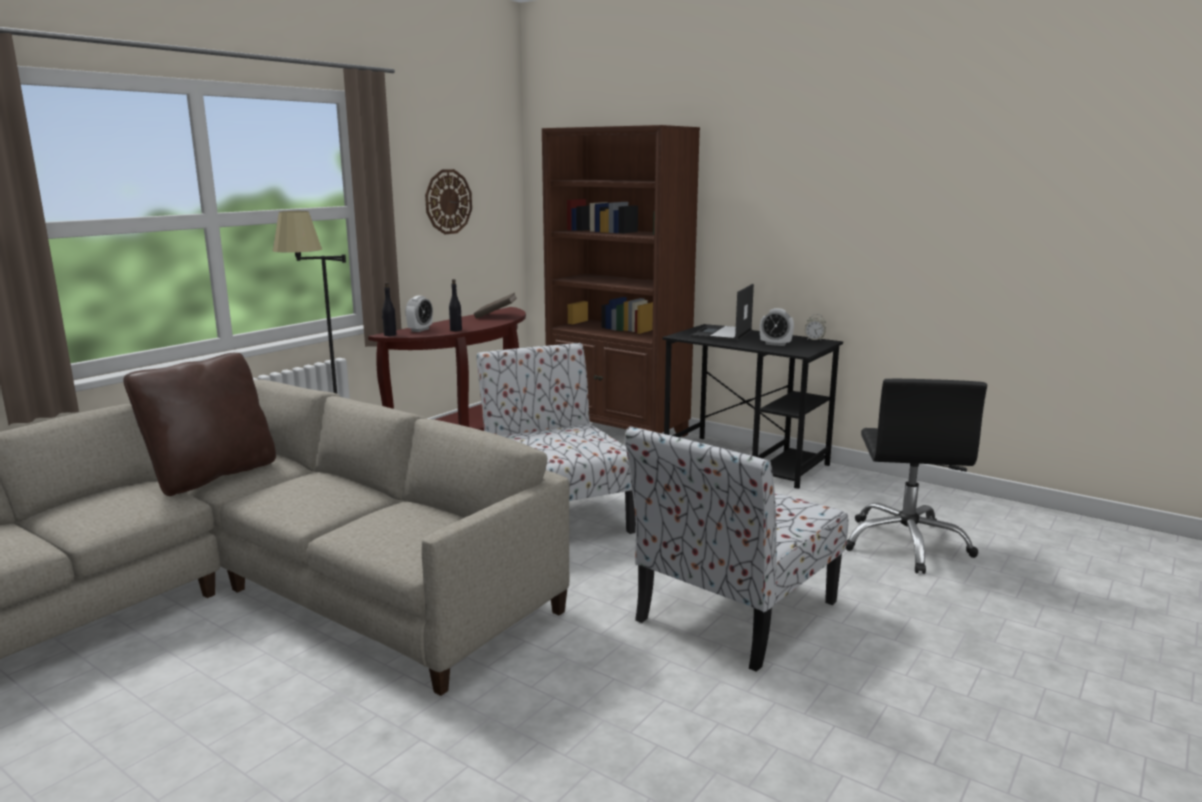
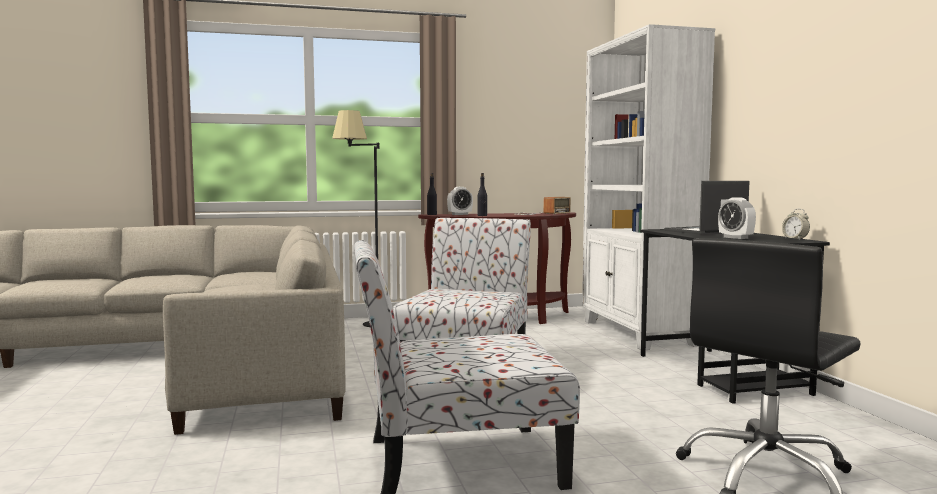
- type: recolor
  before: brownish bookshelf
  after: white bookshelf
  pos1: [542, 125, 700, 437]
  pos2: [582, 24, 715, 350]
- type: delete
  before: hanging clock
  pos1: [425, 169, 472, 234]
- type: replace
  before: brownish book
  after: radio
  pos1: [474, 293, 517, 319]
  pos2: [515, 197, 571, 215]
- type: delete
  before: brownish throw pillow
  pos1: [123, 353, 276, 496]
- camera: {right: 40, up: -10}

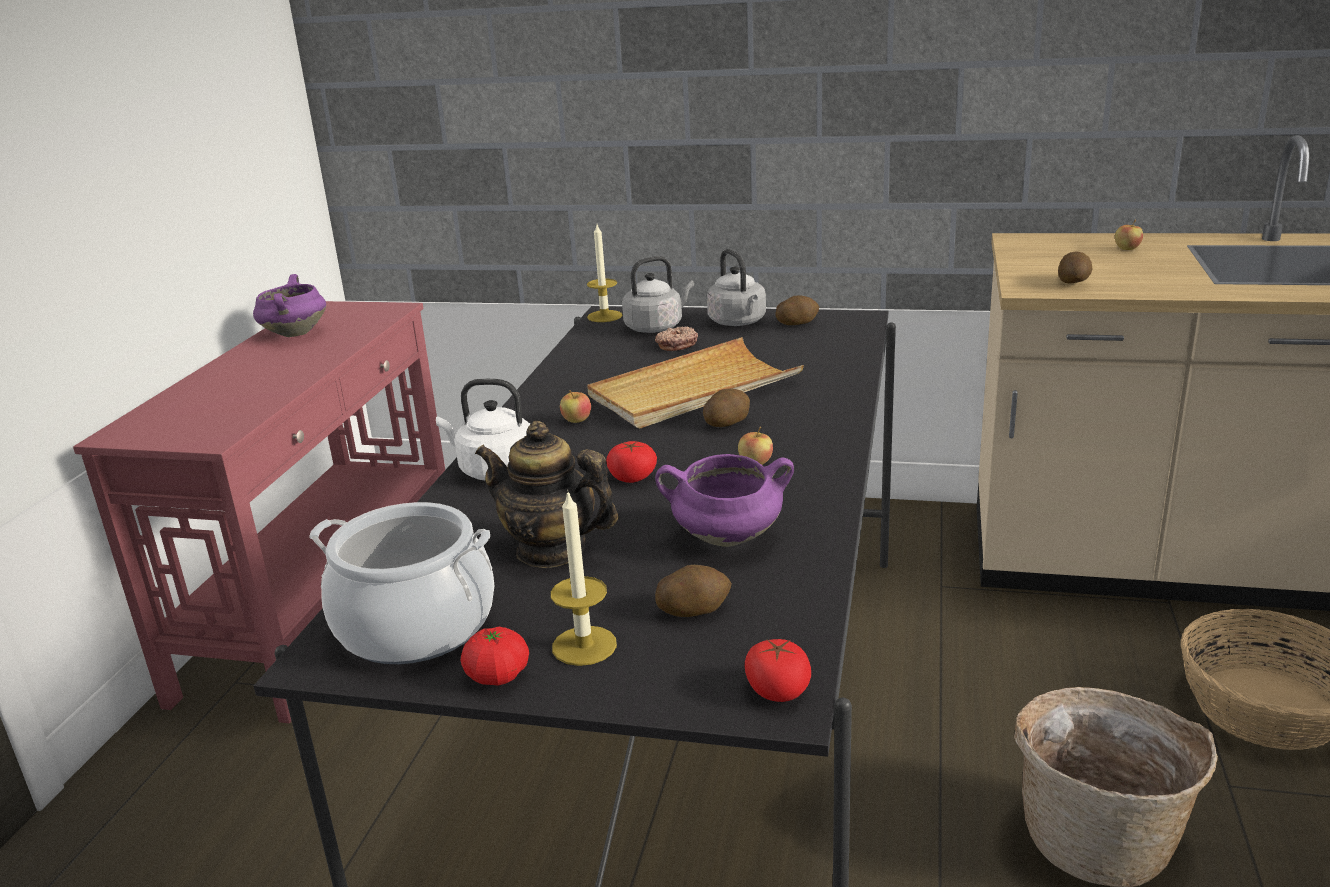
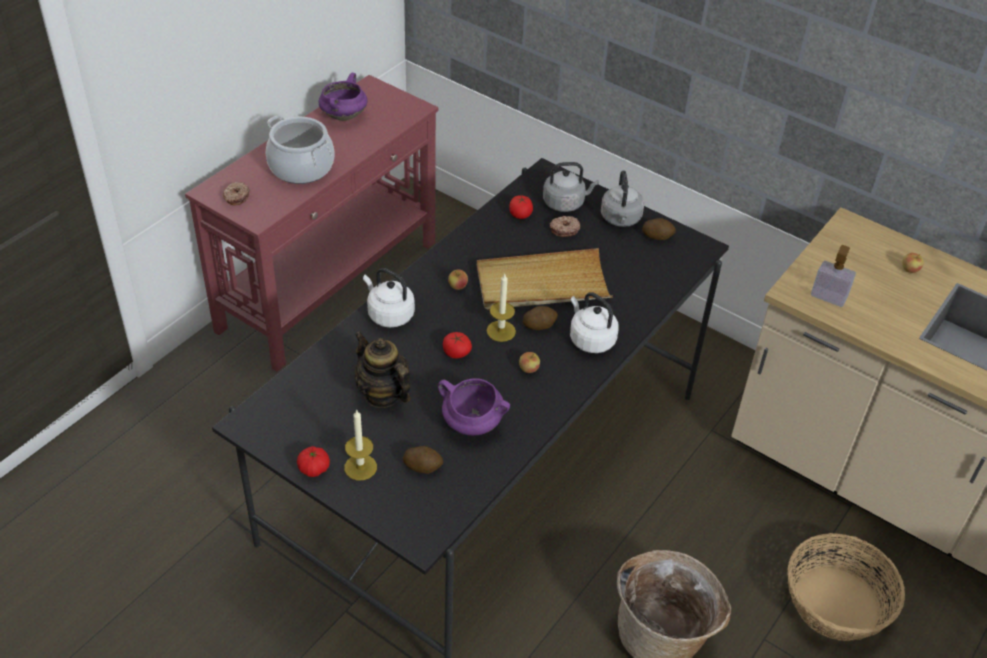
- type: move
  before: wax candle
  pos1: [587, 224, 622, 322]
  pos2: [487, 273, 516, 342]
- type: replace
  before: spud
  after: liquid soap bottle
  pos1: [1058, 251, 1092, 284]
  pos2: [811, 245, 856, 307]
- type: move
  before: saucepot
  pos1: [309, 502, 494, 664]
  pos2: [266, 116, 335, 184]
- type: move
  before: fresh tomato
  pos1: [745, 639, 811, 702]
  pos2: [509, 195, 533, 219]
- type: insert
  after: ring doughnut
  pos2: [223, 182, 250, 205]
- type: insert
  after: white tea kettle
  pos2: [570, 292, 619, 353]
- camera: {right: 20, up: 20}

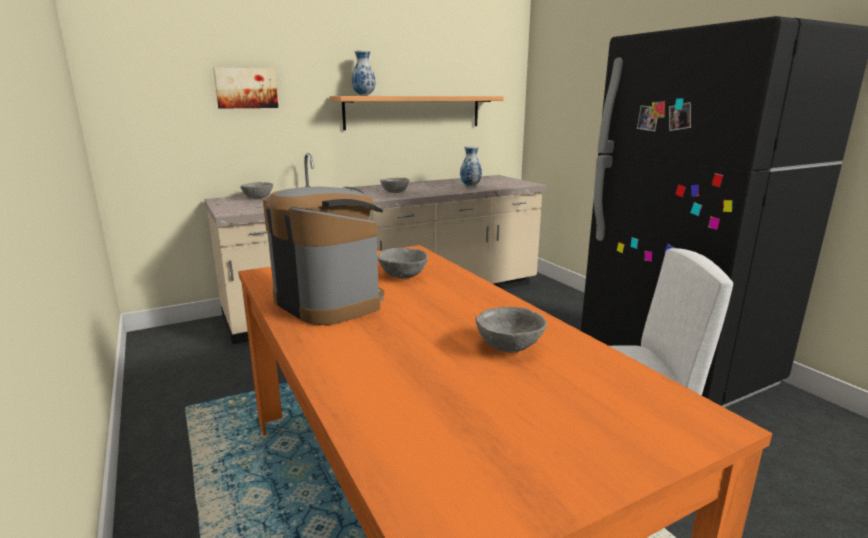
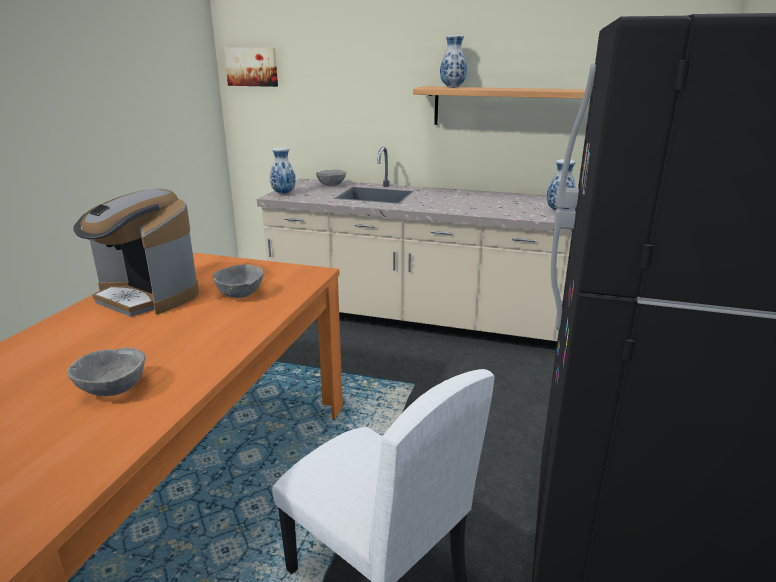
- type: move
  before: wall art
  pos1: [213, 67, 278, 109]
  pos2: [224, 48, 278, 87]
- type: delete
  before: greyish serving bowl
  pos1: [380, 178, 410, 193]
- type: rotate
  before: coffee maker
  pos1: [263, 186, 384, 325]
  pos2: [74, 189, 199, 317]
  turn: 120
- type: insert
  after: vase
  pos2: [270, 147, 296, 195]
- camera: {right: 45, up: 5}

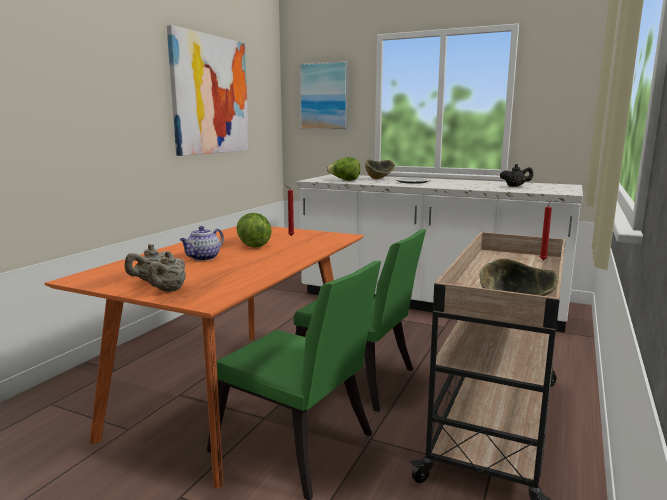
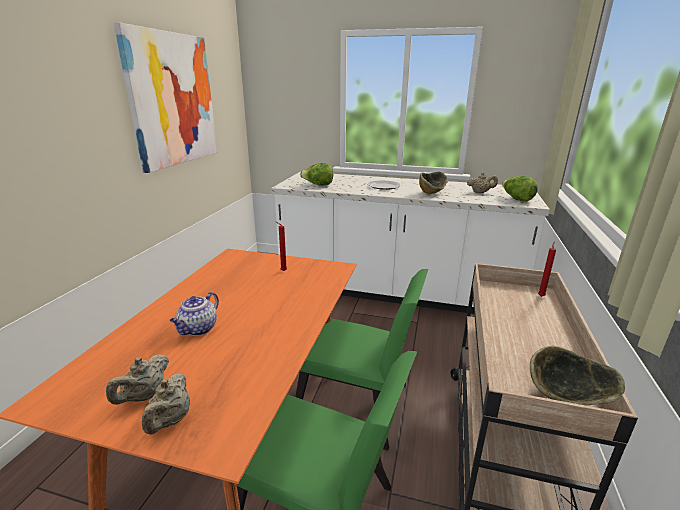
- type: delete
  before: wall art
  pos1: [299, 61, 349, 130]
- type: move
  before: serving bowl
  pos1: [365, 159, 395, 179]
  pos2: [419, 171, 448, 194]
- type: recolor
  before: black pot for tea
  after: beige-coloured pot for tea
  pos1: [500, 164, 534, 187]
  pos2: [467, 172, 498, 193]
- type: move
  before: lettuce head
  pos1: [236, 213, 272, 248]
  pos2: [502, 175, 538, 202]
- camera: {right: -10, up: 10}

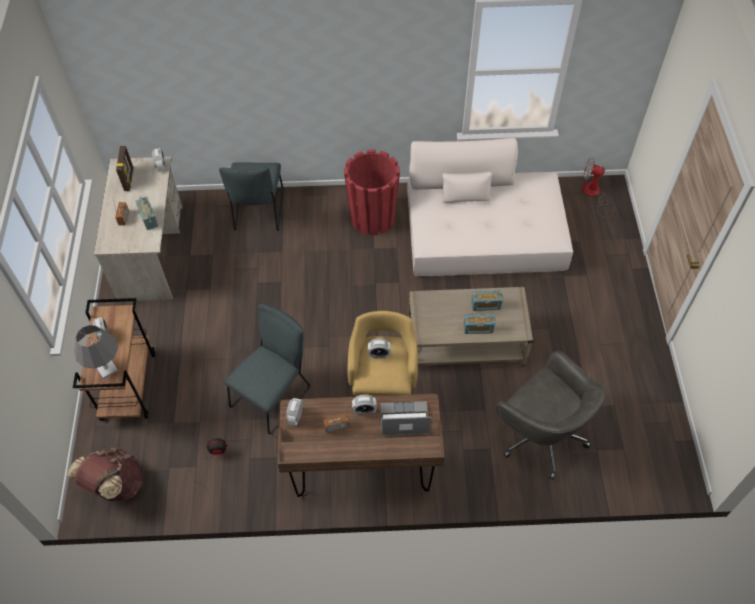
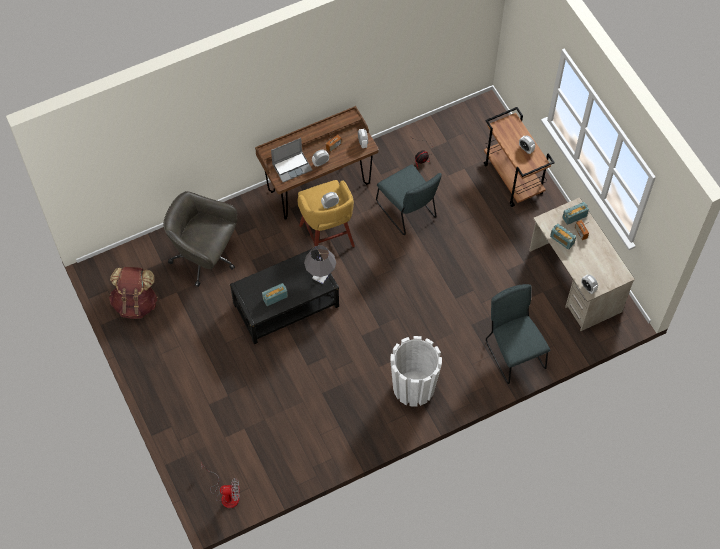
- type: delete
  before: beige-coloured sofa
  pos1: [407, 138, 573, 276]
- type: delete
  before: standing frame
  pos1: [116, 146, 133, 191]
- type: recolor
  before: reddish planter
  after: white planter
  pos1: [344, 149, 400, 235]
  pos2: [390, 336, 442, 407]
- type: recolor
  before: beige-coloured low table
  after: black low table
  pos1: [408, 287, 534, 367]
  pos2: [230, 249, 339, 344]
- type: rotate
  before: greyish upright chair
  pos1: [224, 304, 310, 434]
  pos2: [376, 164, 442, 235]
  turn: -45
- type: move
  before: radio
  pos1: [464, 314, 495, 334]
  pos2: [562, 202, 589, 225]
- type: move
  before: greyish table lamp
  pos1: [74, 325, 118, 379]
  pos2: [304, 245, 336, 284]
- type: move
  before: brownish rucksack
  pos1: [67, 447, 143, 501]
  pos2: [109, 267, 158, 319]
- camera: {right: 155, up: 5}

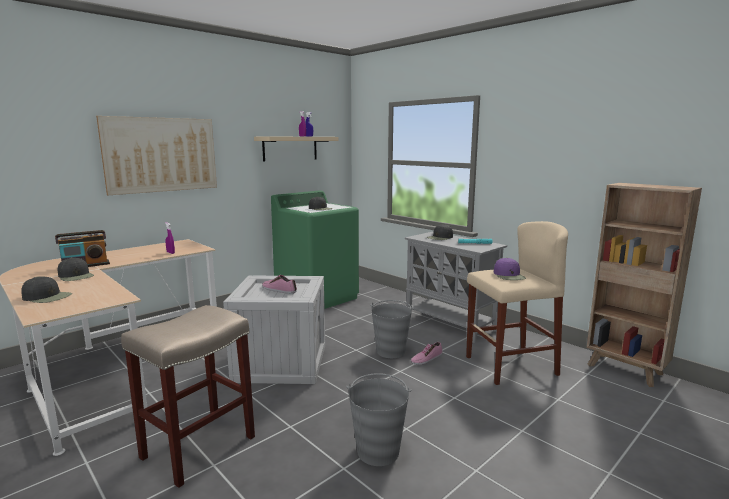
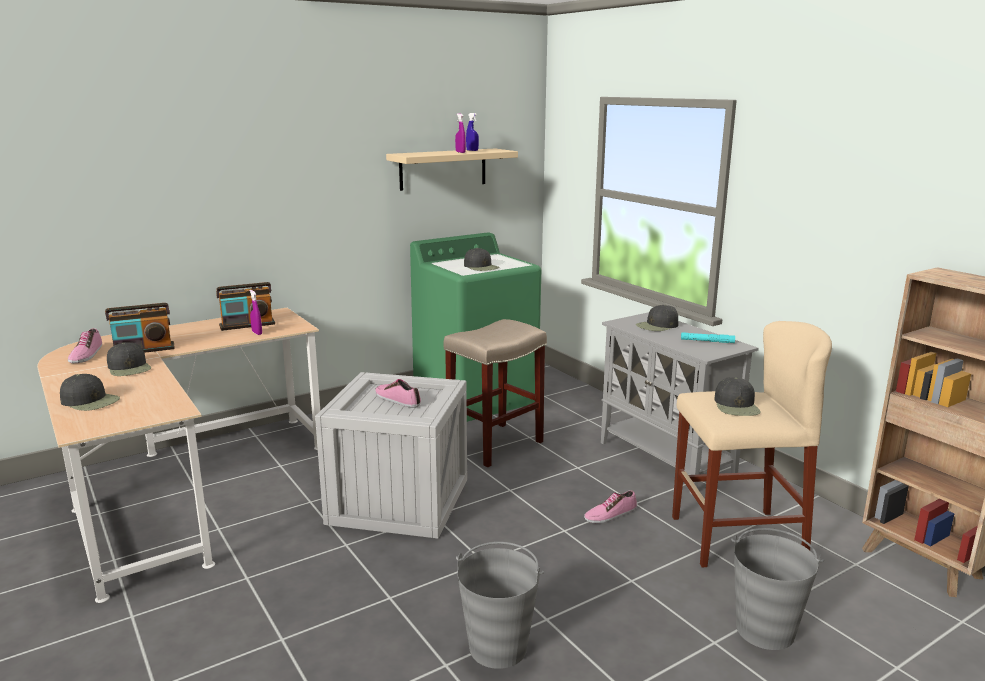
- type: delete
  before: wall art
  pos1: [96, 116, 217, 195]
- type: recolor
  before: purplish peaked cap
  after: black peaked cap
  pos1: [494, 258, 526, 280]
  pos2: [714, 377, 761, 416]
- type: move
  before: greyish pail
  pos1: [371, 300, 414, 358]
  pos2: [731, 528, 824, 650]
- type: move
  before: beige-coloured sitting stool
  pos1: [121, 305, 255, 488]
  pos2: [444, 319, 547, 467]
- type: insert
  after: radio
  pos2: [216, 282, 275, 331]
- type: insert
  after: shoe
  pos2: [68, 328, 102, 363]
- camera: {right: 10, up: 5}

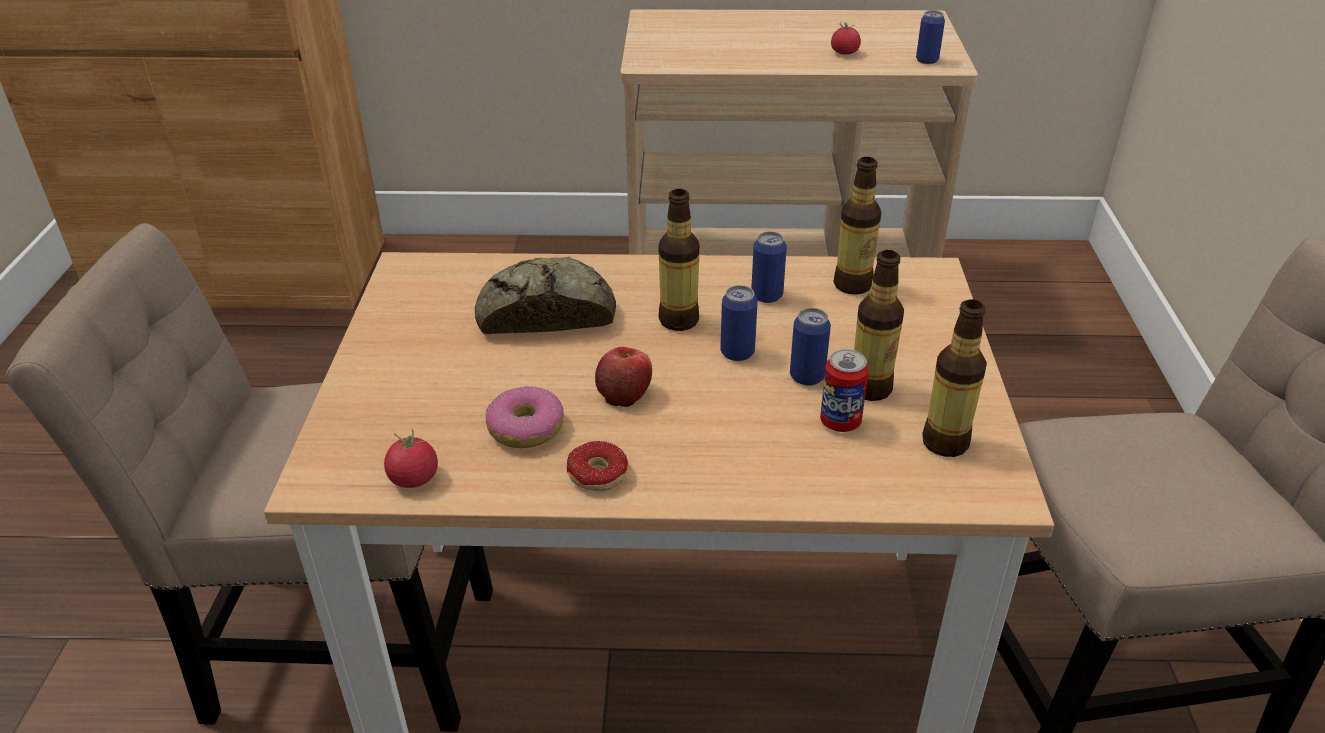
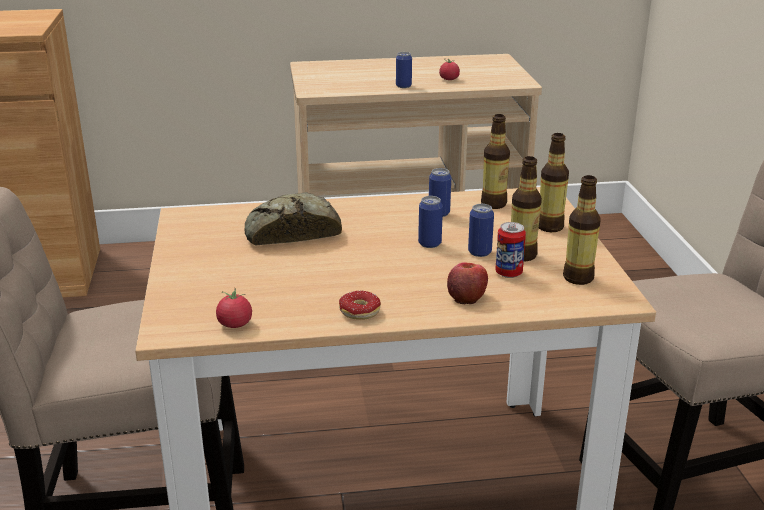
- type: move
  before: metal can
  pos1: [916, 10, 945, 64]
  pos2: [396, 52, 412, 88]
- type: move
  before: beverage bottle
  pos1: [659, 189, 700, 331]
  pos2: [539, 133, 569, 232]
- type: move
  before: apple fruit
  pos1: [595, 347, 652, 407]
  pos2: [447, 262, 488, 304]
- type: delete
  before: ring doughnut
  pos1: [486, 386, 564, 448]
- camera: {right: -10, up: -10}

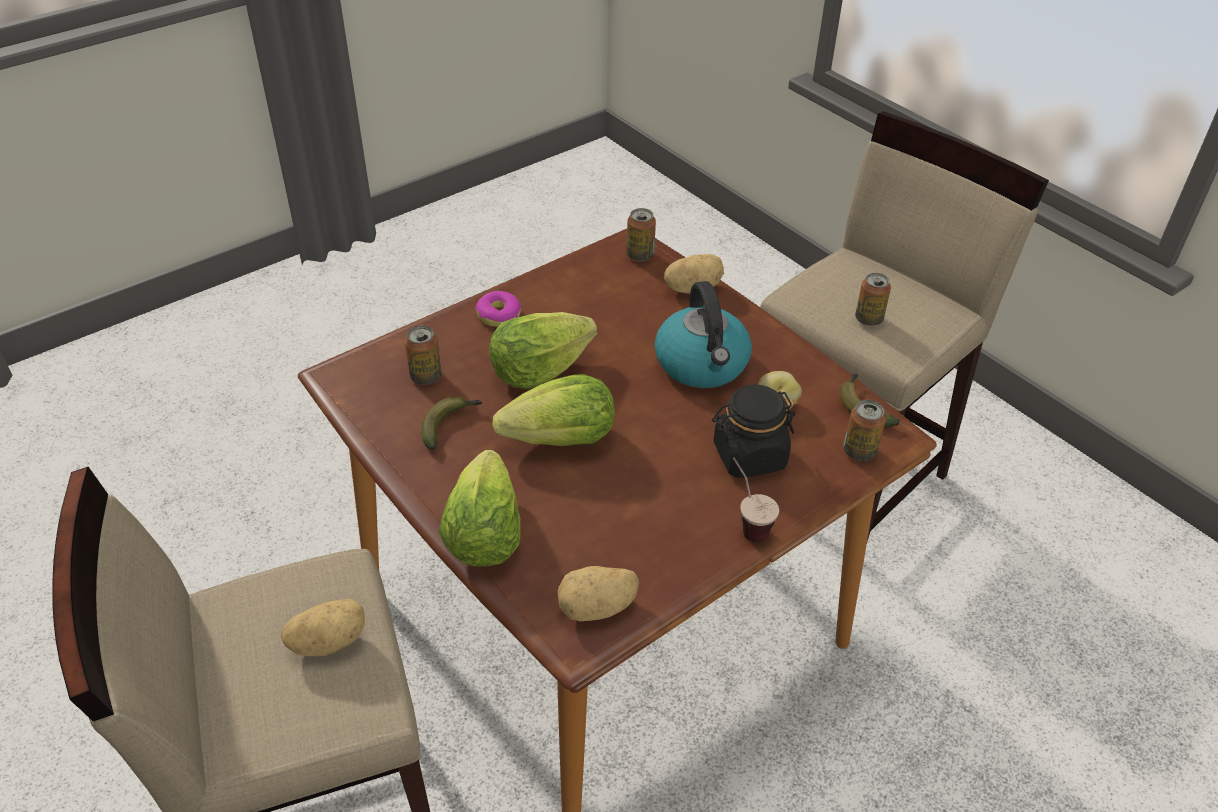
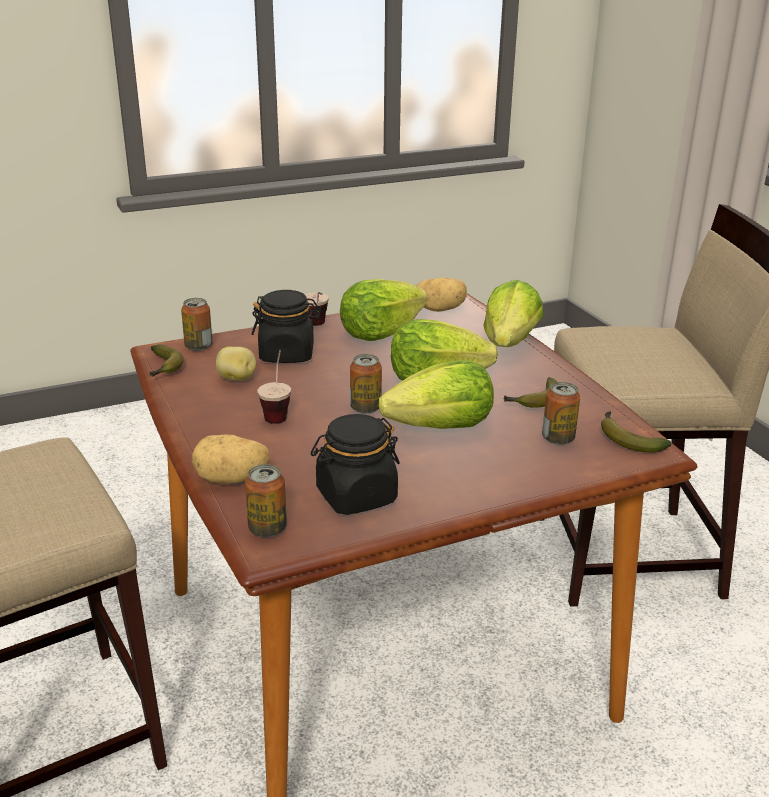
- type: move
  before: metal can
  pos1: [855, 273, 891, 326]
  pos2: [350, 354, 382, 414]
- type: replace
  before: tea kettle
  after: cup
  pos1: [655, 281, 752, 388]
  pos2: [257, 350, 291, 424]
- type: delete
  before: ring doughnut
  pos1: [475, 291, 521, 327]
- type: delete
  before: spud
  pos1: [281, 599, 365, 656]
- type: insert
  after: lettuce head
  pos2: [340, 279, 428, 341]
- type: insert
  after: whole banana
  pos2: [601, 411, 671, 453]
- type: insert
  after: black preserve jar
  pos2: [311, 414, 400, 515]
- camera: {right: -165, up: -15}

